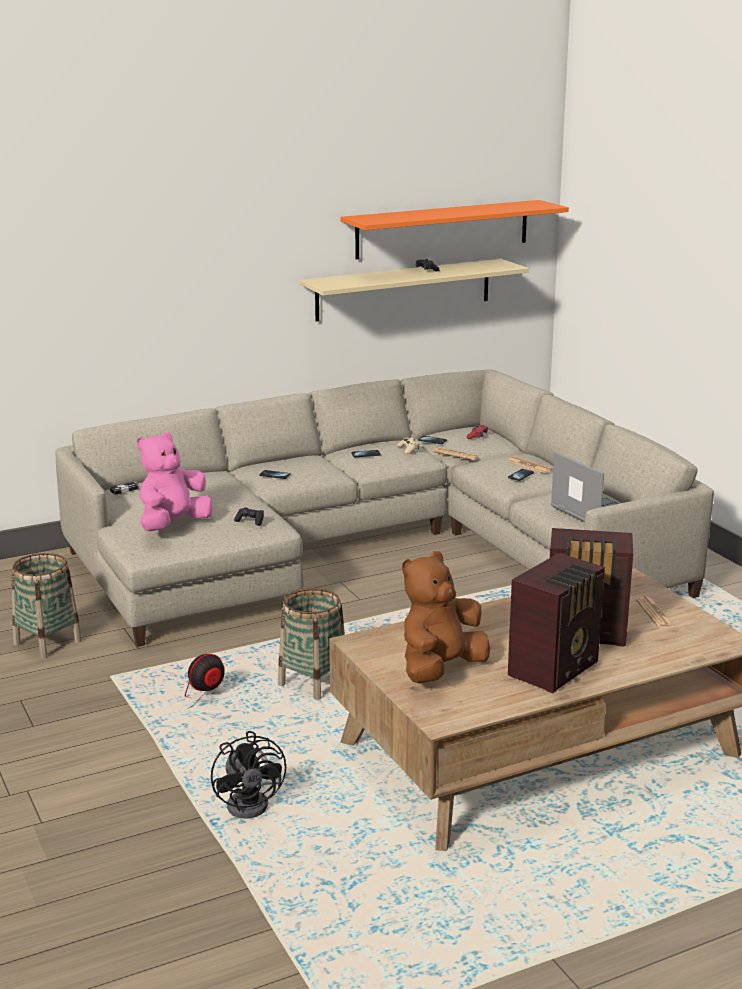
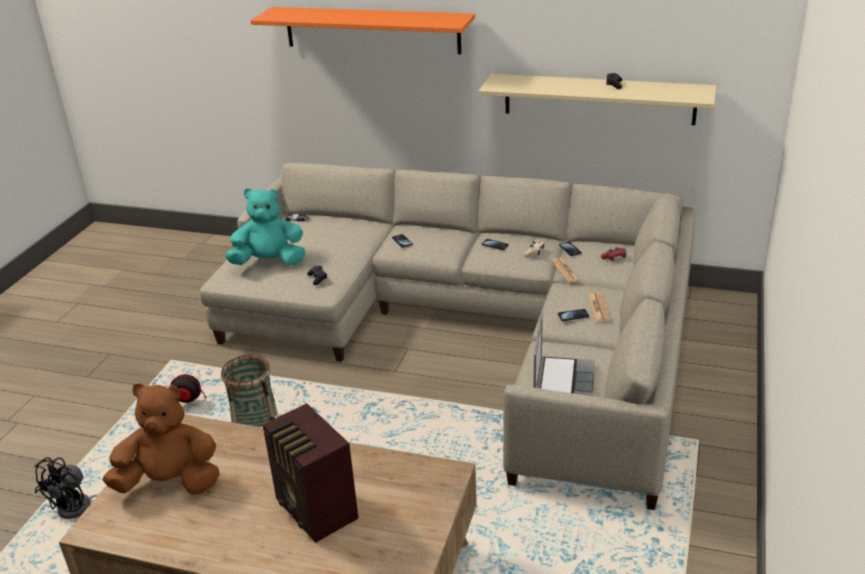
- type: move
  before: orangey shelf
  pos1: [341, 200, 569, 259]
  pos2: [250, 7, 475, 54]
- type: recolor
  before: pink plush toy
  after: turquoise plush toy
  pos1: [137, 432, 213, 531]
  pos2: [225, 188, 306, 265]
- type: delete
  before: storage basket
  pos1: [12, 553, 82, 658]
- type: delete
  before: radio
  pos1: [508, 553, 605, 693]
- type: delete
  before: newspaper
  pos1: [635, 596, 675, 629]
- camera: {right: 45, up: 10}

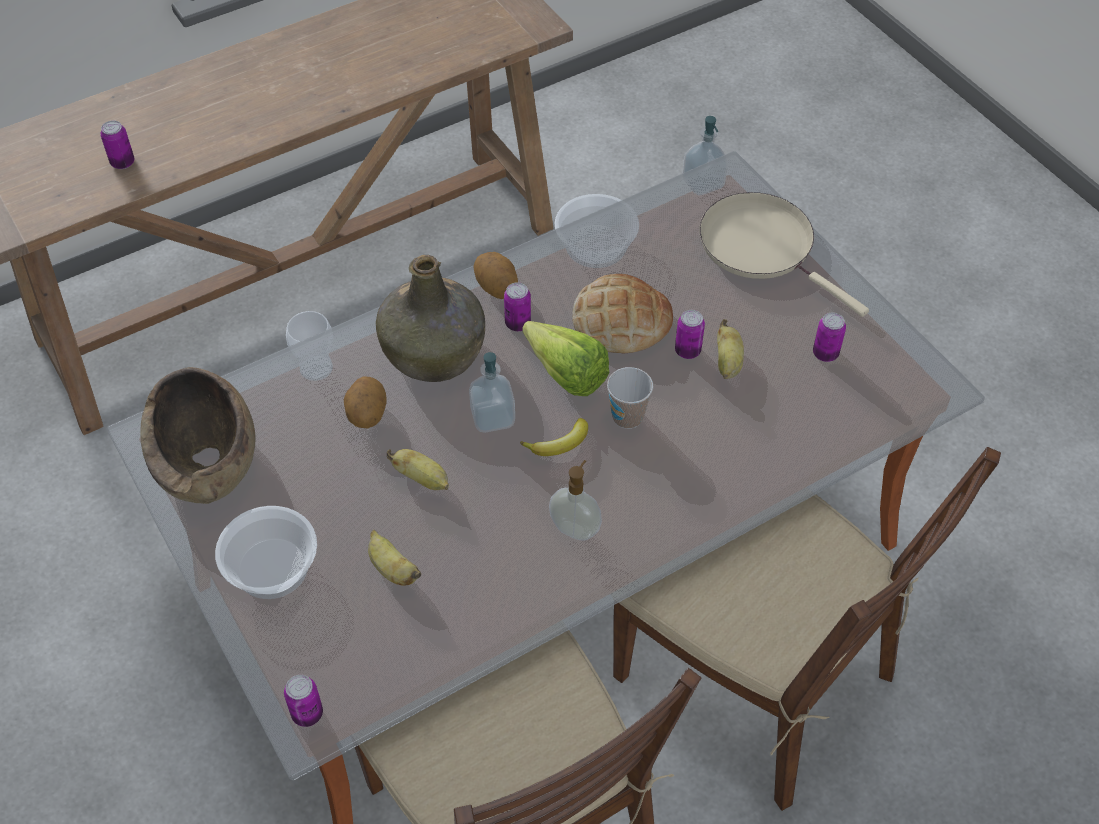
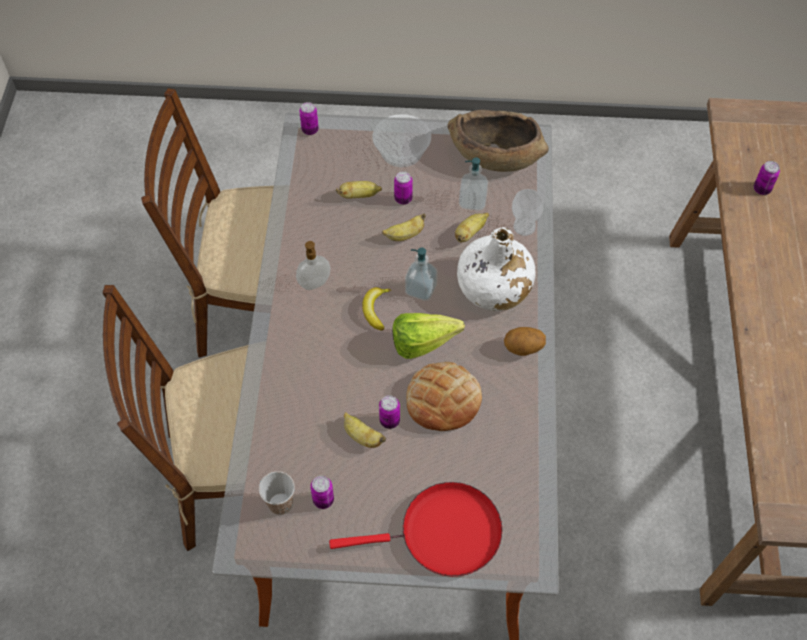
- type: move
  before: liquid soap bottle
  pos1: [683, 116, 728, 196]
  pos2: [459, 157, 488, 211]
- type: recolor
  before: beige-coloured pan
  after: reddish pan
  pos1: [699, 192, 869, 317]
  pos2: [329, 482, 502, 577]
- type: delete
  before: serving bowl
  pos1: [555, 194, 639, 268]
- type: recolor
  before: green-coloured beverage bottle
  after: white beverage bottle
  pos1: [376, 255, 485, 382]
  pos2: [457, 227, 536, 311]
- type: move
  before: metal can
  pos1: [504, 282, 531, 331]
  pos2: [394, 171, 413, 205]
- type: move
  before: cup
  pos1: [607, 367, 653, 429]
  pos2: [259, 471, 295, 515]
- type: replace
  before: spud
  after: whole banana
  pos1: [344, 376, 387, 429]
  pos2: [455, 213, 489, 242]
- camera: {right: 125, up: 5}

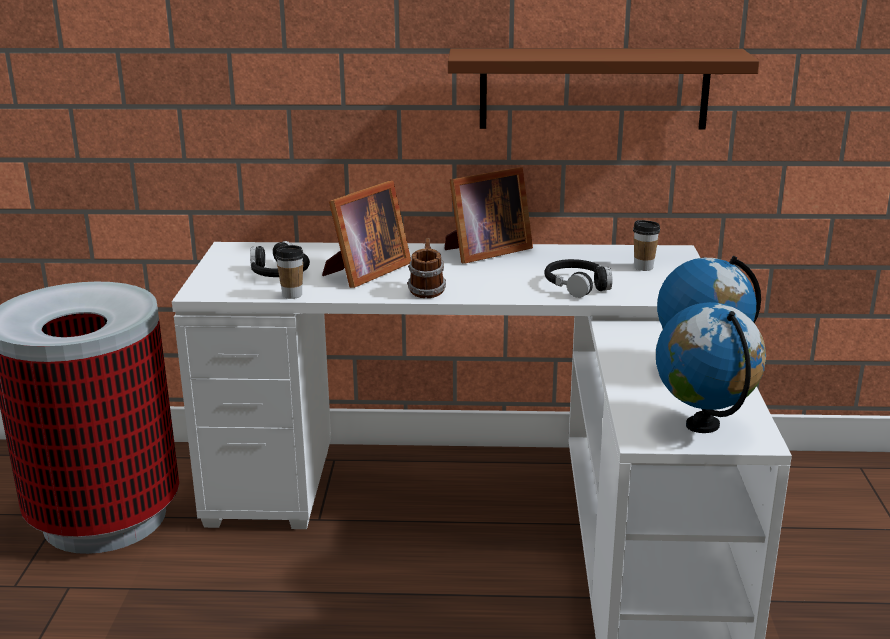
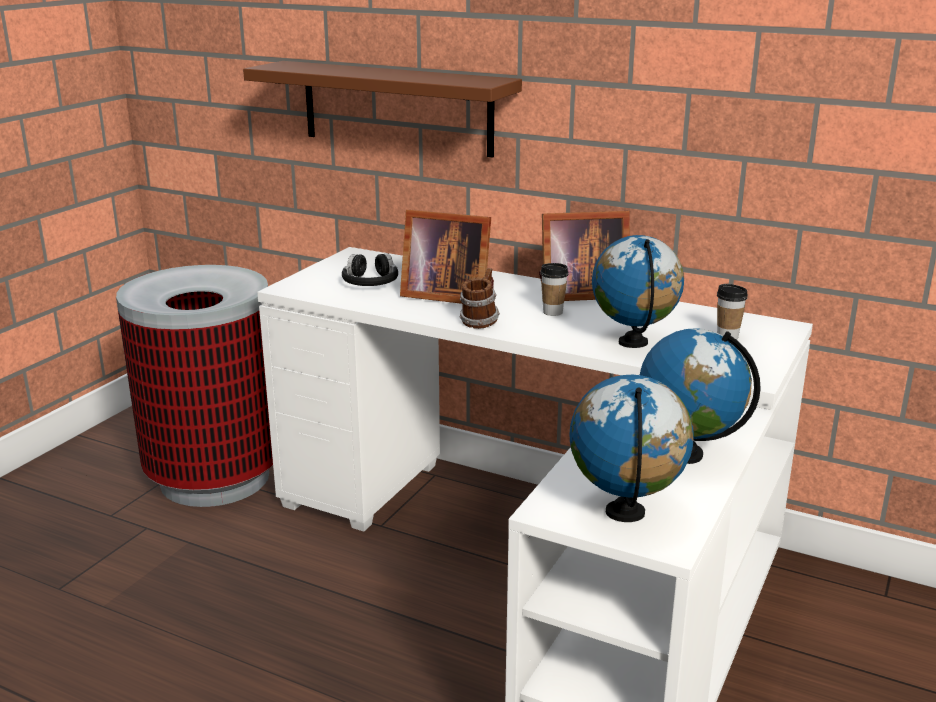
- type: move
  before: brownish shelf
  pos1: [448, 48, 759, 130]
  pos2: [243, 61, 522, 157]
- type: rotate
  before: standing frame
  pos1: [322, 181, 411, 288]
  pos2: [400, 210, 491, 304]
  turn: 45
- type: move
  before: cup
  pos1: [275, 245, 304, 299]
  pos2: [540, 263, 568, 316]
- type: replace
  before: black pair of headphones
  after: desk globe
  pos1: [545, 259, 613, 298]
  pos2: [592, 235, 684, 348]
- camera: {right: 25, up: 0}

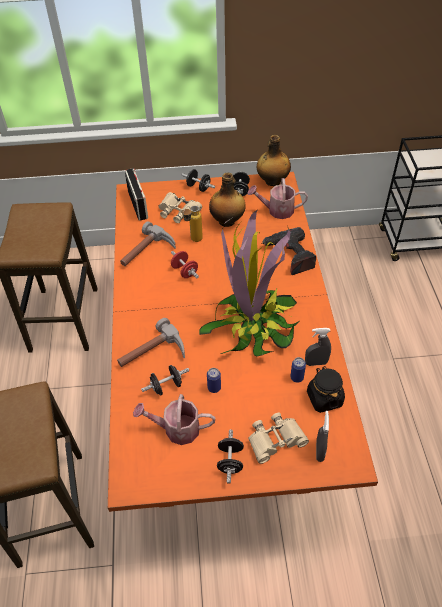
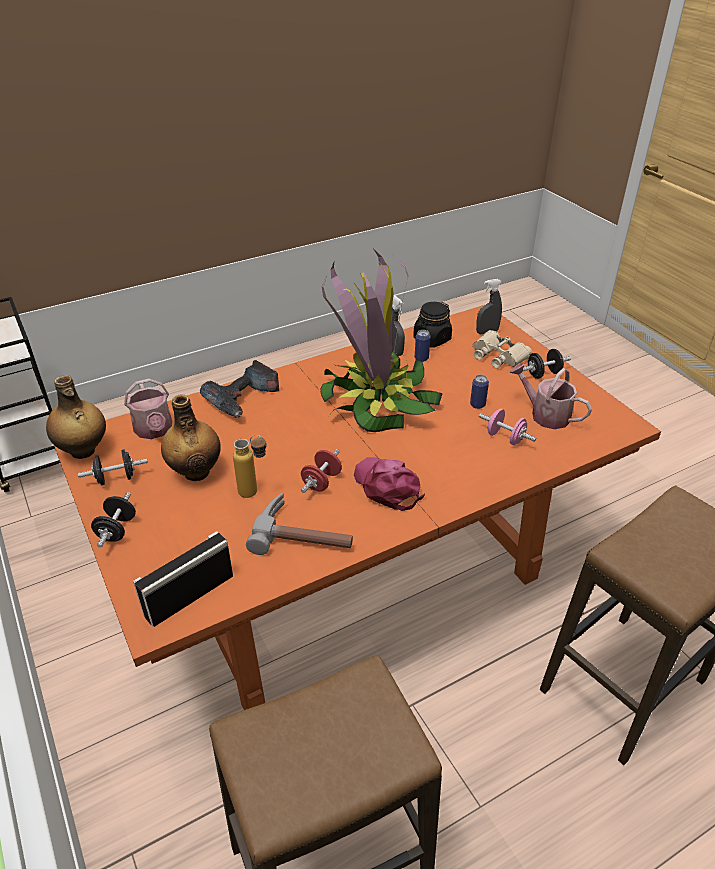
- type: delete
  before: beige-coloured pair of binoculars
  pos1: [158, 192, 202, 223]
- type: delete
  before: tool hammer
  pos1: [117, 318, 185, 367]
- type: recolor
  before: black free weight
  after: pink free weight
  pos1: [141, 365, 189, 396]
  pos2: [479, 409, 536, 445]
- type: rotate
  before: sprinkling can
  pos1: [133, 394, 215, 445]
  pos2: [509, 363, 592, 429]
  turn: 150
- type: insert
  after: pink peaked cap
  pos2: [354, 457, 425, 511]
- camera: {right: -115, up: -10}

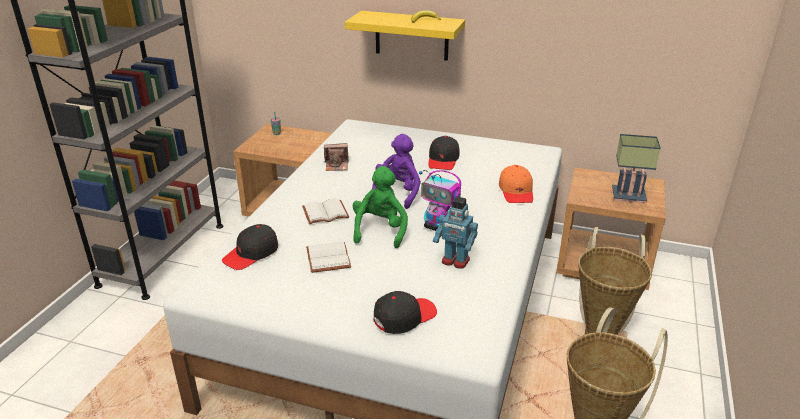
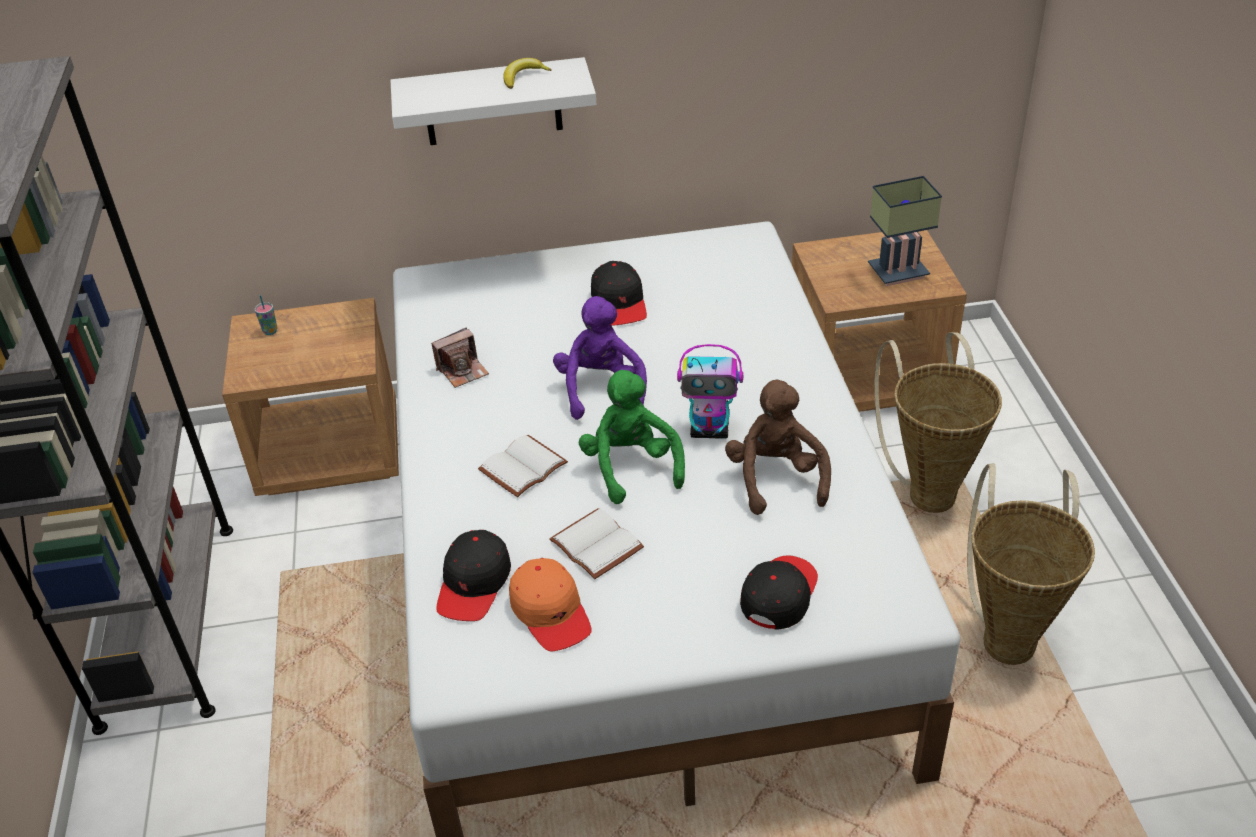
- type: recolor
  before: yellow shelf
  after: white shelf
  pos1: [345, 11, 465, 61]
  pos2: [390, 57, 596, 145]
- type: move
  before: orangey peaked cap
  pos1: [499, 165, 533, 203]
  pos2: [509, 558, 592, 651]
- type: replace
  before: toy robot
  after: brownish plush toy
  pos1: [433, 196, 478, 269]
  pos2: [725, 379, 831, 515]
- camera: {right: -25, up: 10}

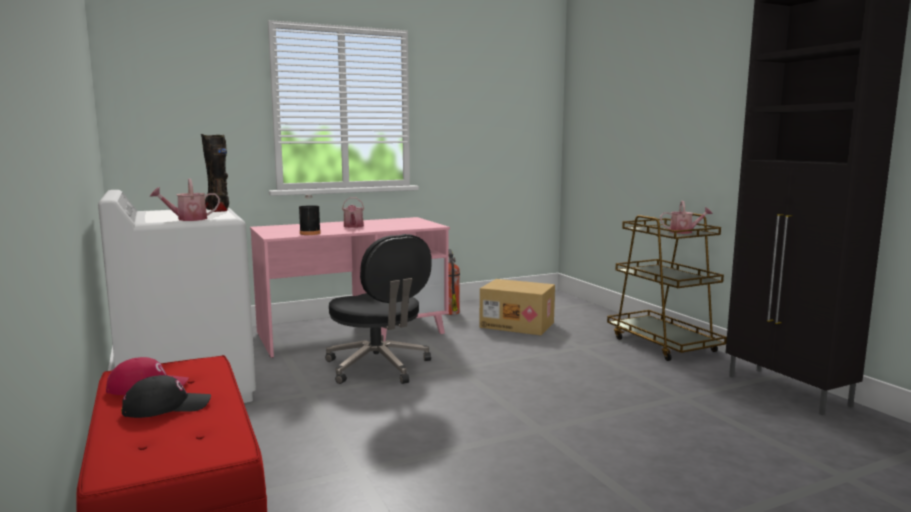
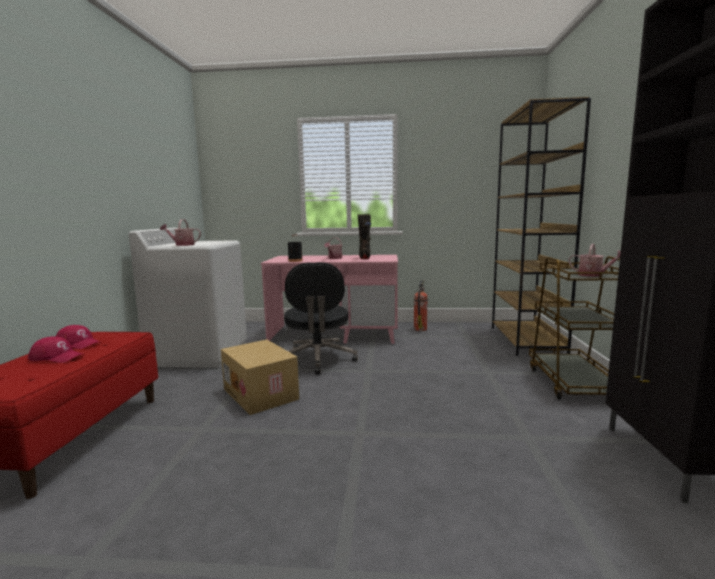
- type: move
  before: black high-top boot
  pos1: [201, 134, 229, 212]
  pos2: [358, 214, 371, 259]
- type: move
  before: packing box
  pos1: [479, 279, 555, 335]
  pos2: [221, 339, 299, 415]
- type: recolor
  before: black peaked cap
  after: reddish peaked cap
  pos1: [121, 375, 211, 418]
  pos2: [28, 336, 85, 363]
- type: insert
  after: brownish bookshelf
  pos2: [492, 97, 591, 356]
- camera: {right: 30, up: 0}

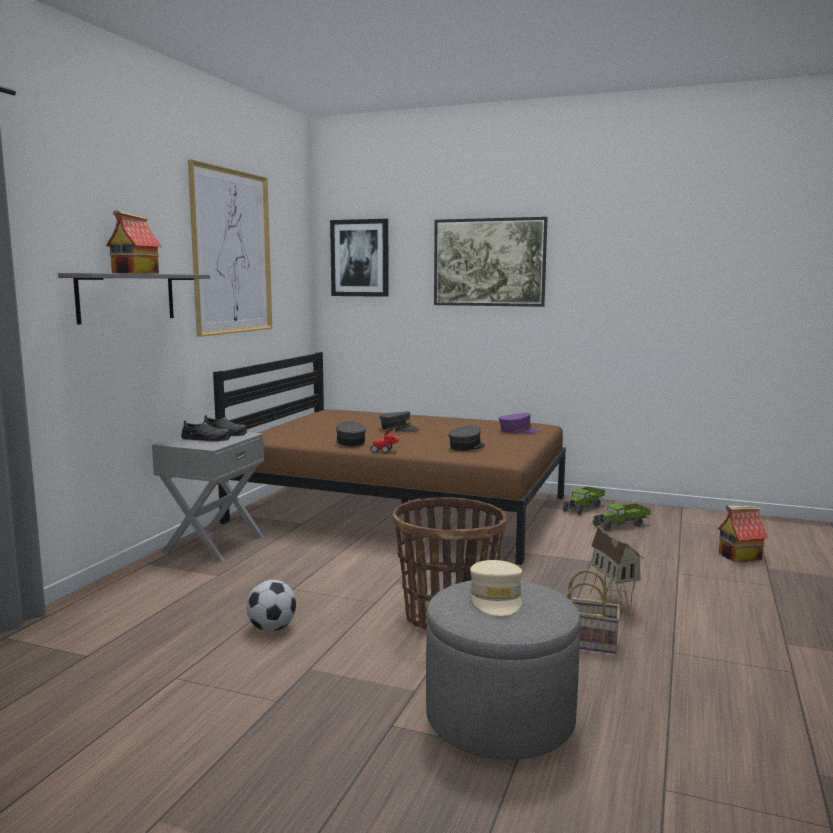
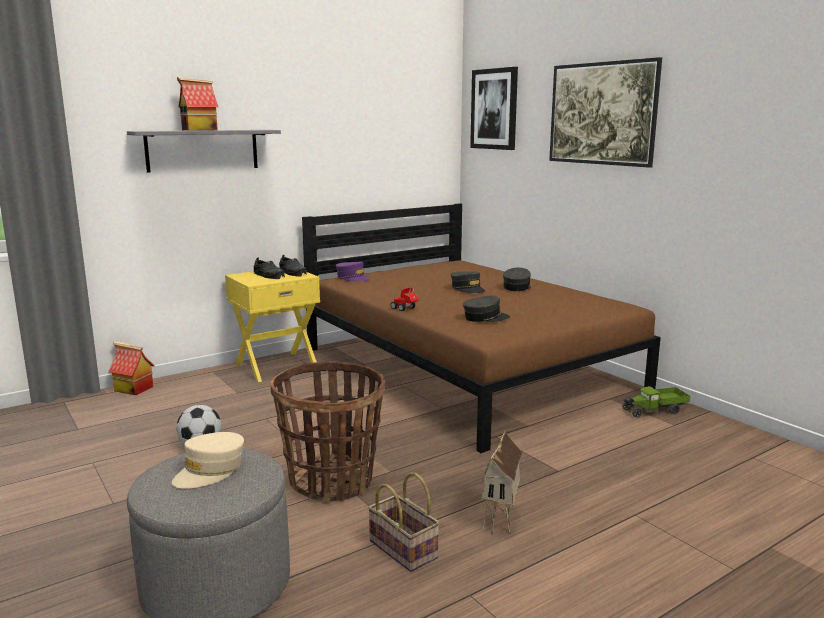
- type: delete
  before: wall art
  pos1: [188, 159, 272, 337]
- type: move
  before: purplish peaked cap
  pos1: [499, 413, 540, 434]
  pos2: [335, 262, 370, 281]
- type: move
  before: greyish peaked cap
  pos1: [336, 421, 366, 446]
  pos2: [503, 267, 531, 291]
- type: recolor
  before: greyish nightstand
  after: yellow nightstand
  pos1: [152, 432, 264, 561]
  pos2: [225, 271, 320, 382]
- type: delete
  before: model truck
  pos1: [592, 503, 651, 531]
- type: move
  before: toy house
  pos1: [718, 506, 768, 562]
  pos2: [109, 341, 155, 395]
- camera: {right: 35, up: 5}

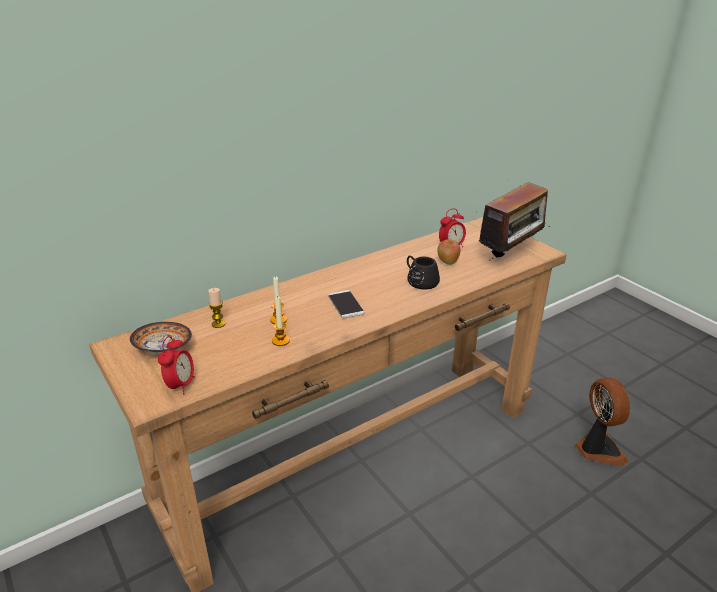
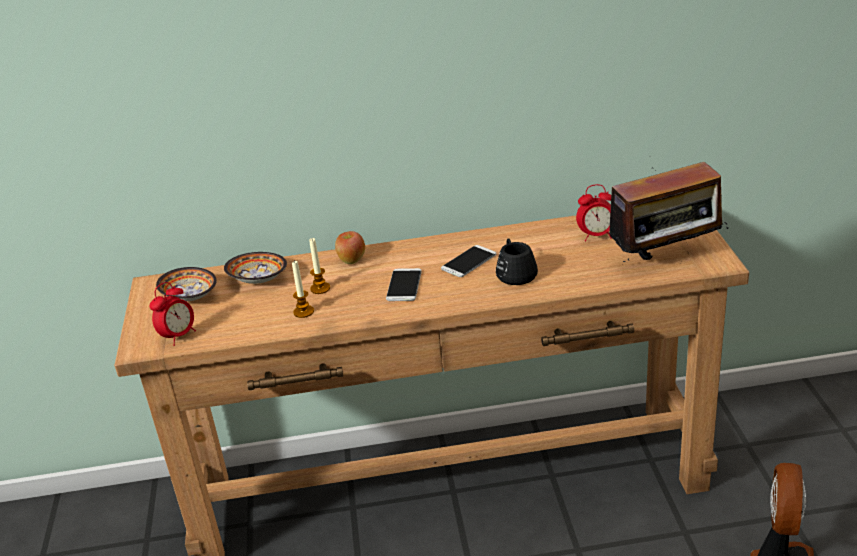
- type: move
  before: apple fruit
  pos1: [437, 239, 460, 265]
  pos2: [335, 231, 365, 264]
- type: replace
  before: wax candle
  after: serving bowl
  pos1: [208, 288, 226, 328]
  pos2: [224, 252, 287, 284]
- type: insert
  after: telephone
  pos2: [441, 245, 496, 277]
- camera: {right: 30, up: 0}

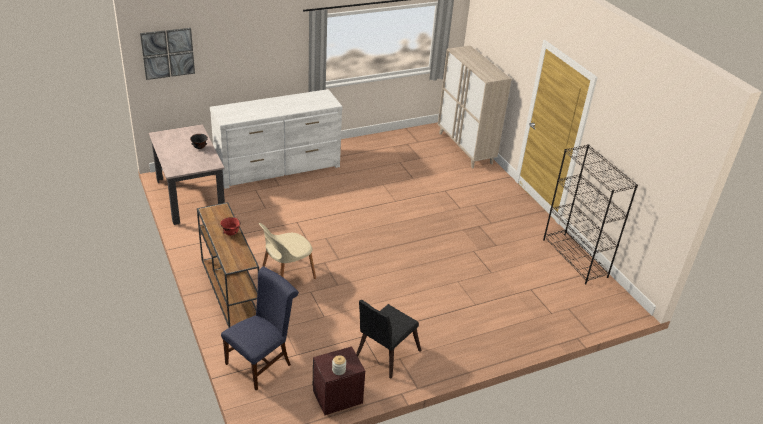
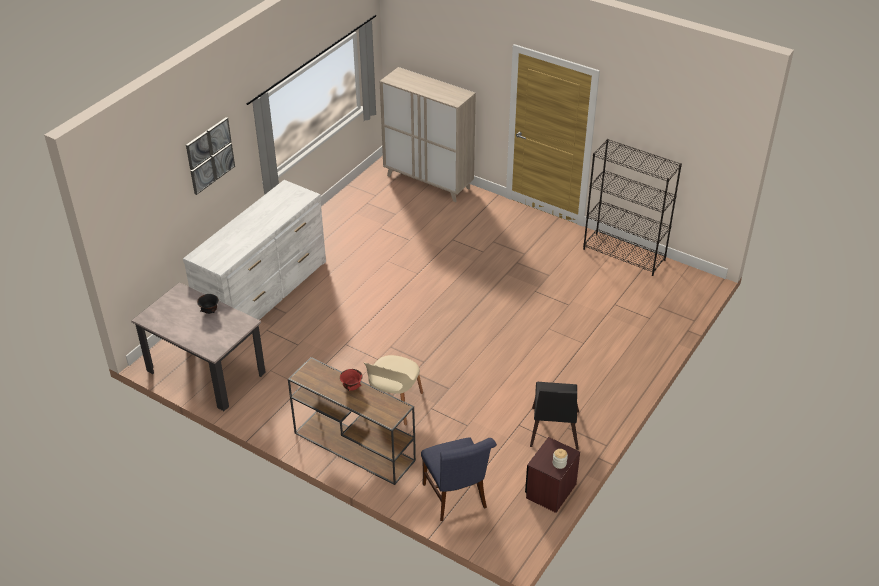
- type: move
  before: wall art
  pos1: [140, 28, 195, 80]
  pos2: [186, 117, 235, 195]
- type: rotate
  before: blue-coloured upright chair
  pos1: [221, 266, 299, 390]
  pos2: [421, 437, 497, 521]
  turn: 150
- camera: {right: -30, up: 5}

